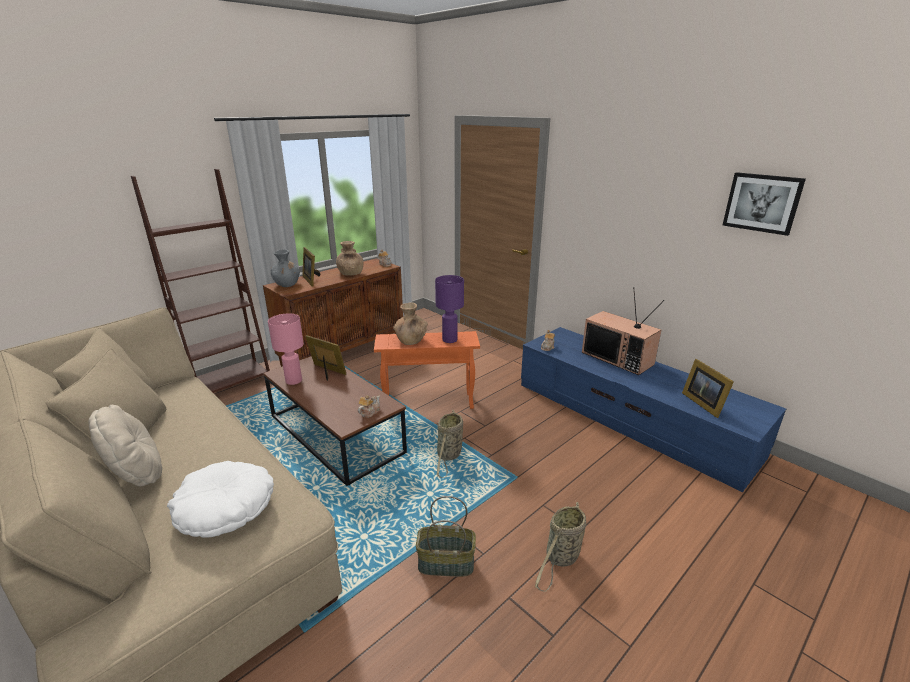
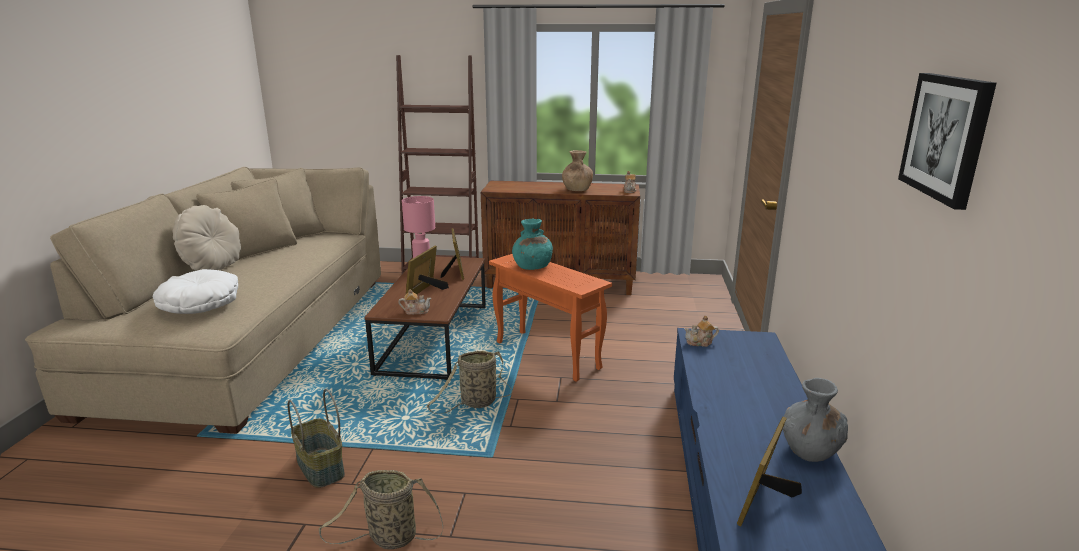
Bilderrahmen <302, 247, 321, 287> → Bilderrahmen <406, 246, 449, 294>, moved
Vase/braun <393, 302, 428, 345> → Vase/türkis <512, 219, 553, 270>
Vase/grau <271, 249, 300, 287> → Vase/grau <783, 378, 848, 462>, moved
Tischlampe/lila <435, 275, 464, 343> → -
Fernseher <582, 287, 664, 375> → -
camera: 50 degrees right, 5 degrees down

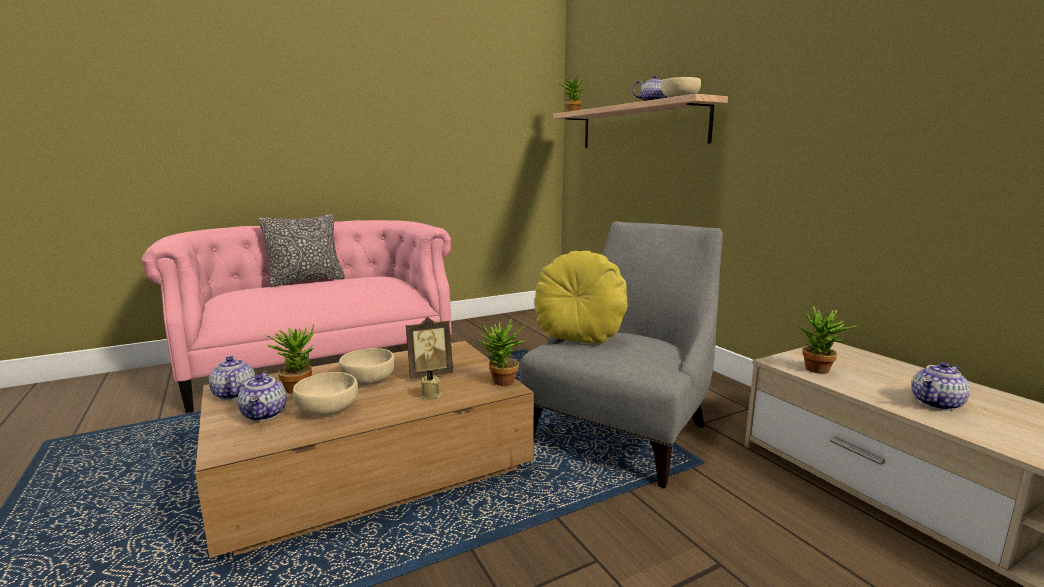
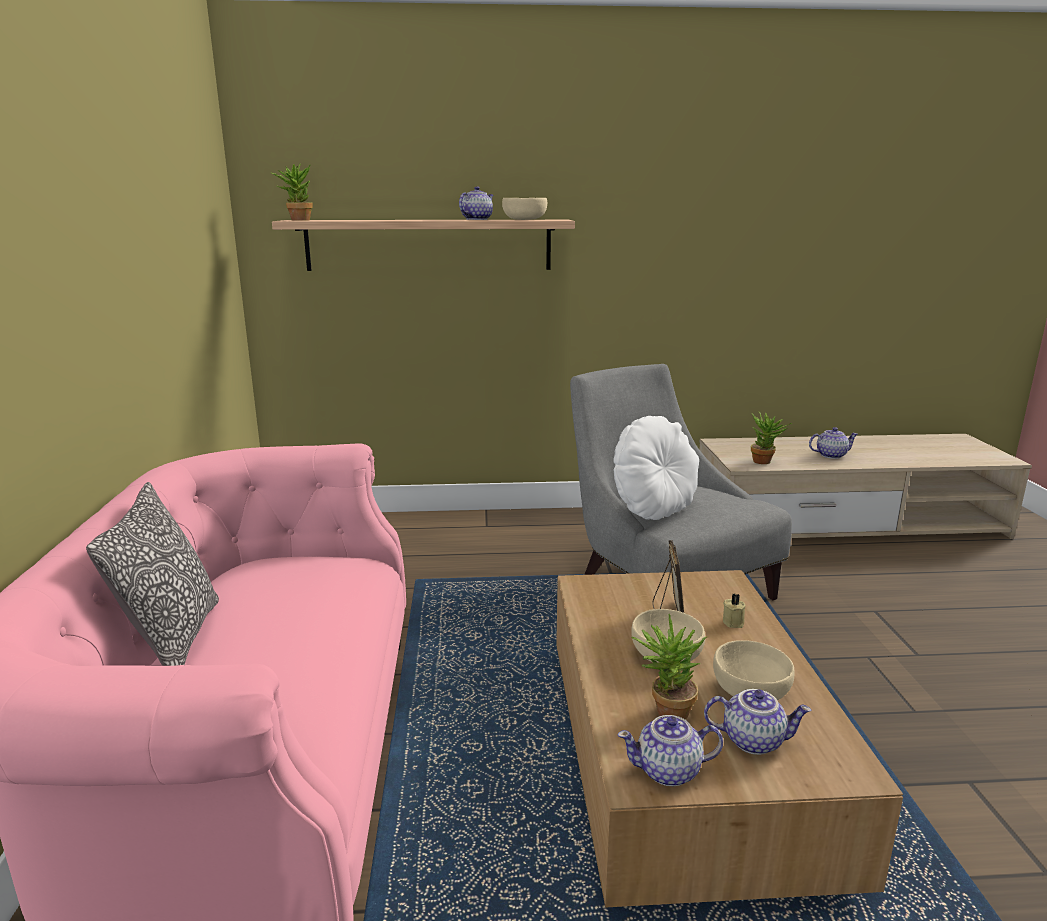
Kissen/gelb <535, 251, 628, 344> → Kissen/weiß <613, 416, 699, 520>
Teekanne <912, 362, 970, 411> → Teekanne <809, 427, 858, 459>, 90 degrees counterclockwise
Topfpflanze <479, 319, 526, 386> → -
camera: 65 degrees left, 5 degrees up

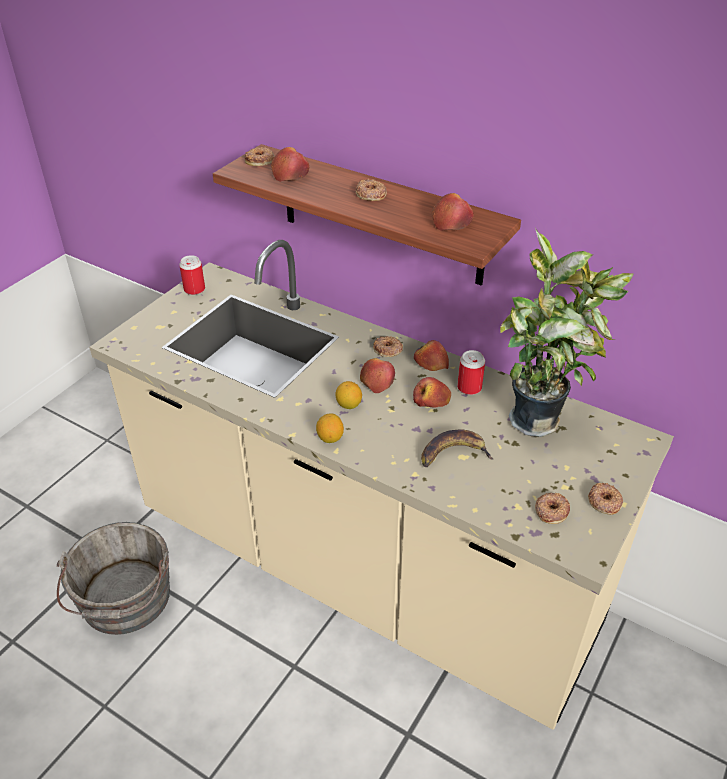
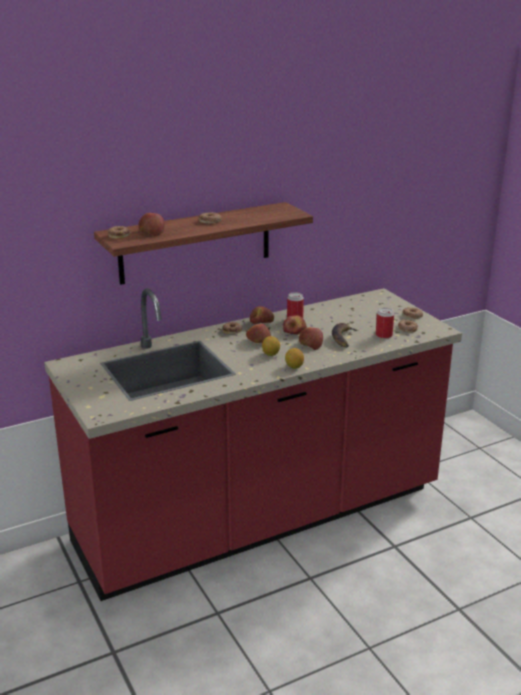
Küchenzeile/beige <89, 240, 674, 730> → Küchenzeile/rot <44, 288, 462, 601>
Apfel <432, 193, 474, 231> → Apfel <299, 327, 323, 350>, moved
Dose <179, 255, 205, 295> → Dose <376, 308, 394, 339>, moved
Eimer/grau <57, 522, 170, 635> → -
Topfpflanze <500, 228, 633, 437> → -
camera: 60 degrees left, 15 degrees down

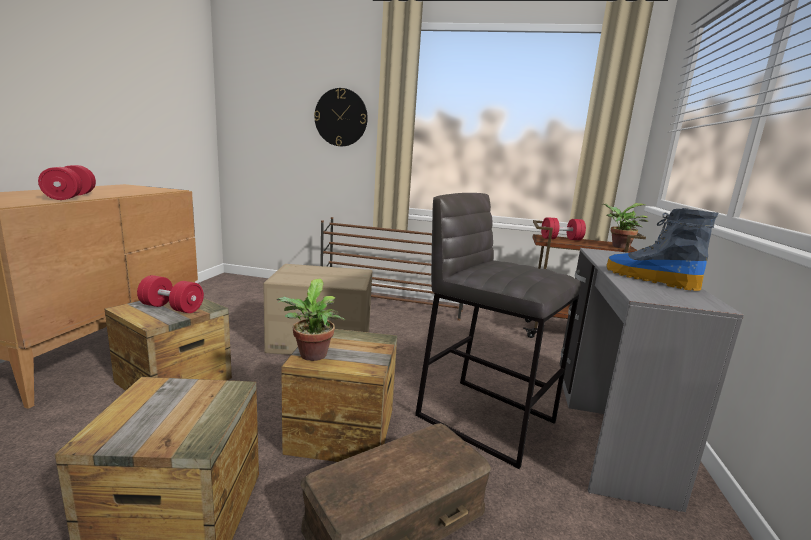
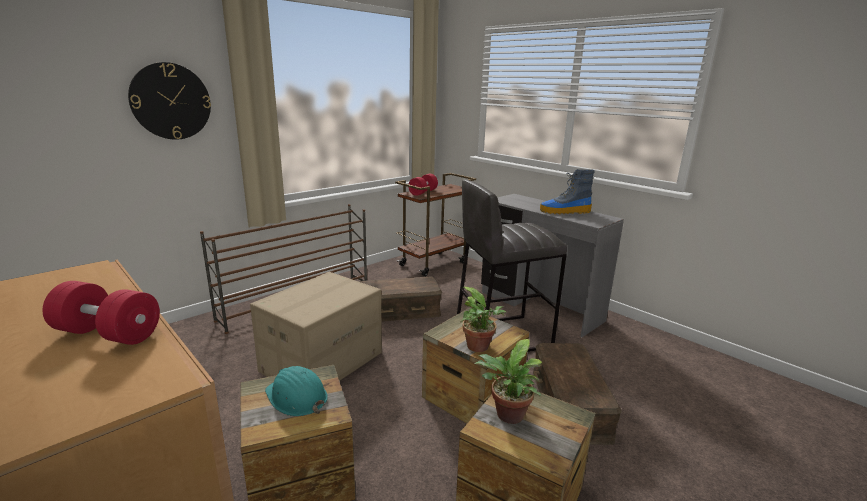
Hantel/rot <137, 275, 204, 313> → Schutzhelm/türkis <265, 366, 328, 417>
- → Aufbewahrungsbox/braun <360, 277, 442, 322>
Topfpflanze <602, 203, 648, 249> → Topfpflanze <475, 339, 542, 424>, moved
camera: 55 degrees left, 5 degrees up

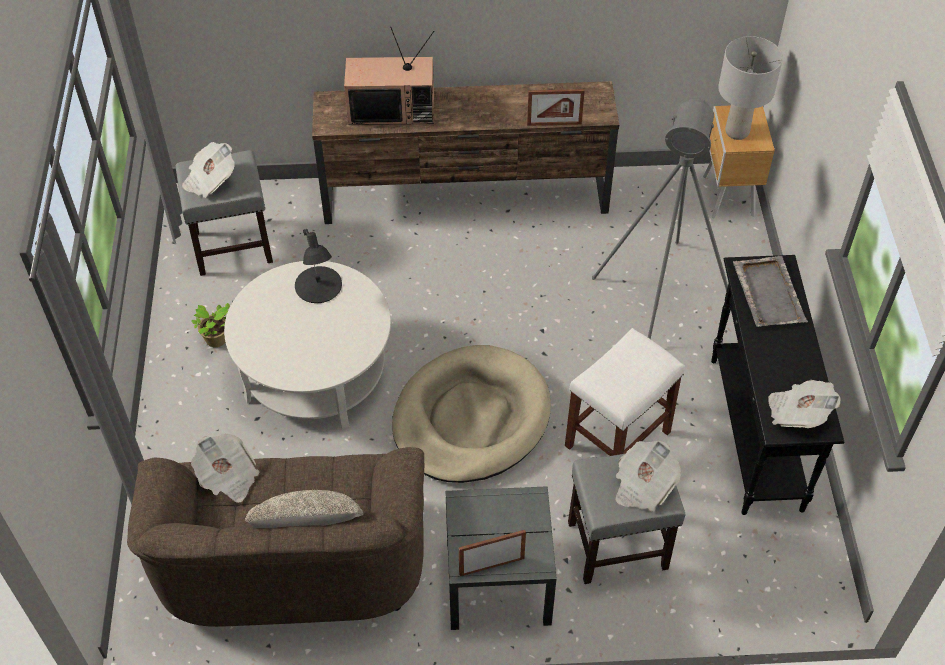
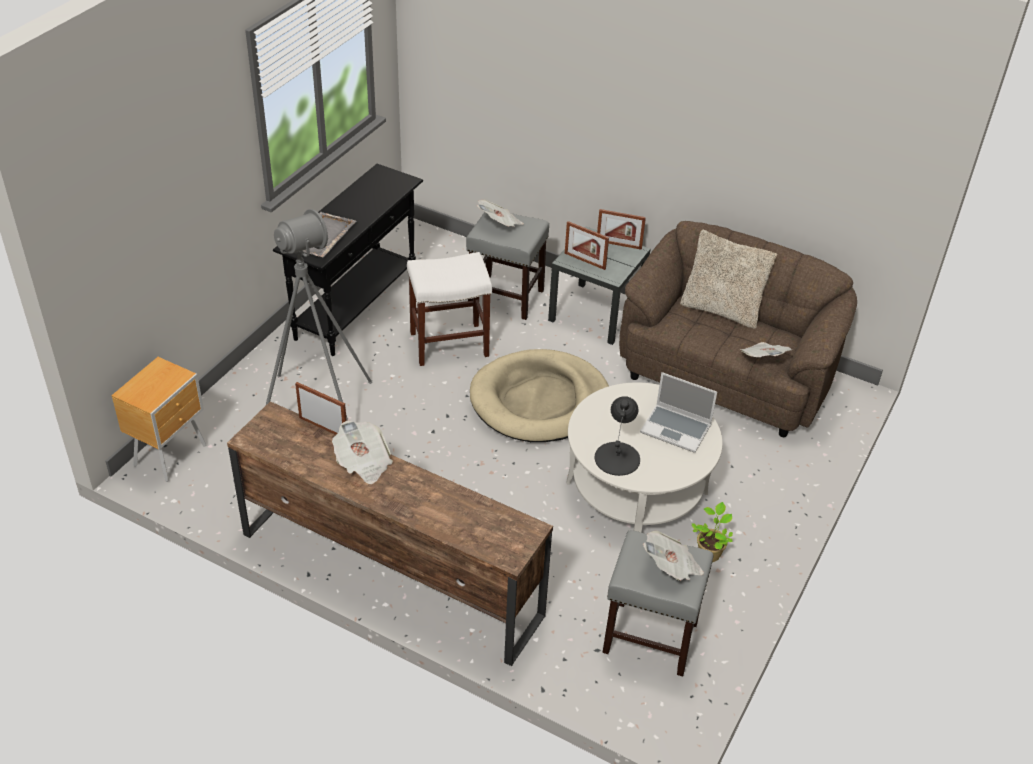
Zeitung <768, 380, 841, 428> → Zeitung <332, 420, 393, 484>, moved
- → Bilderrahmen <565, 221, 609, 270>
- → Laptop <640, 372, 717, 453>
Fernseher <344, 27, 435, 125> → -
Tischlampe/grau <718, 36, 783, 140> → -
camera: 150 degrees left, 10 degrees down

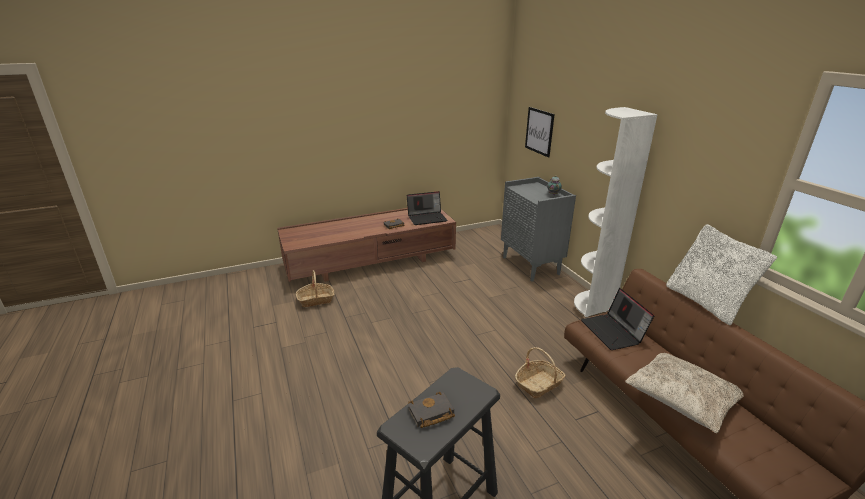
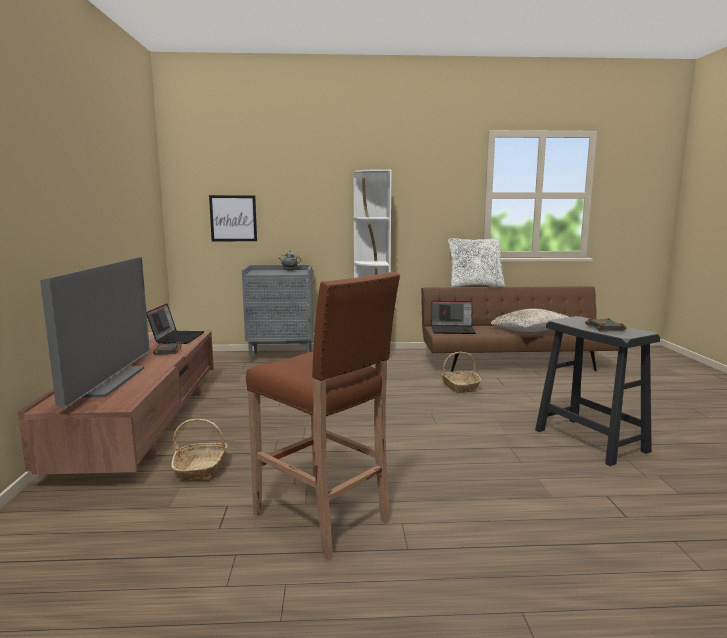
- → Fernseher <40, 257, 150, 408>
- → Hocker/braun <246, 272, 400, 561>
camera: 70 degrees left, 15 degrees down

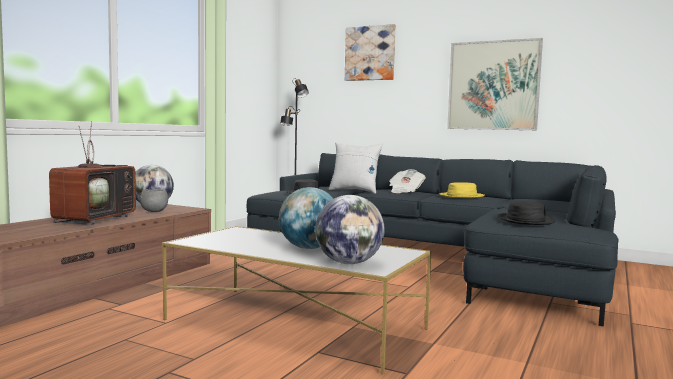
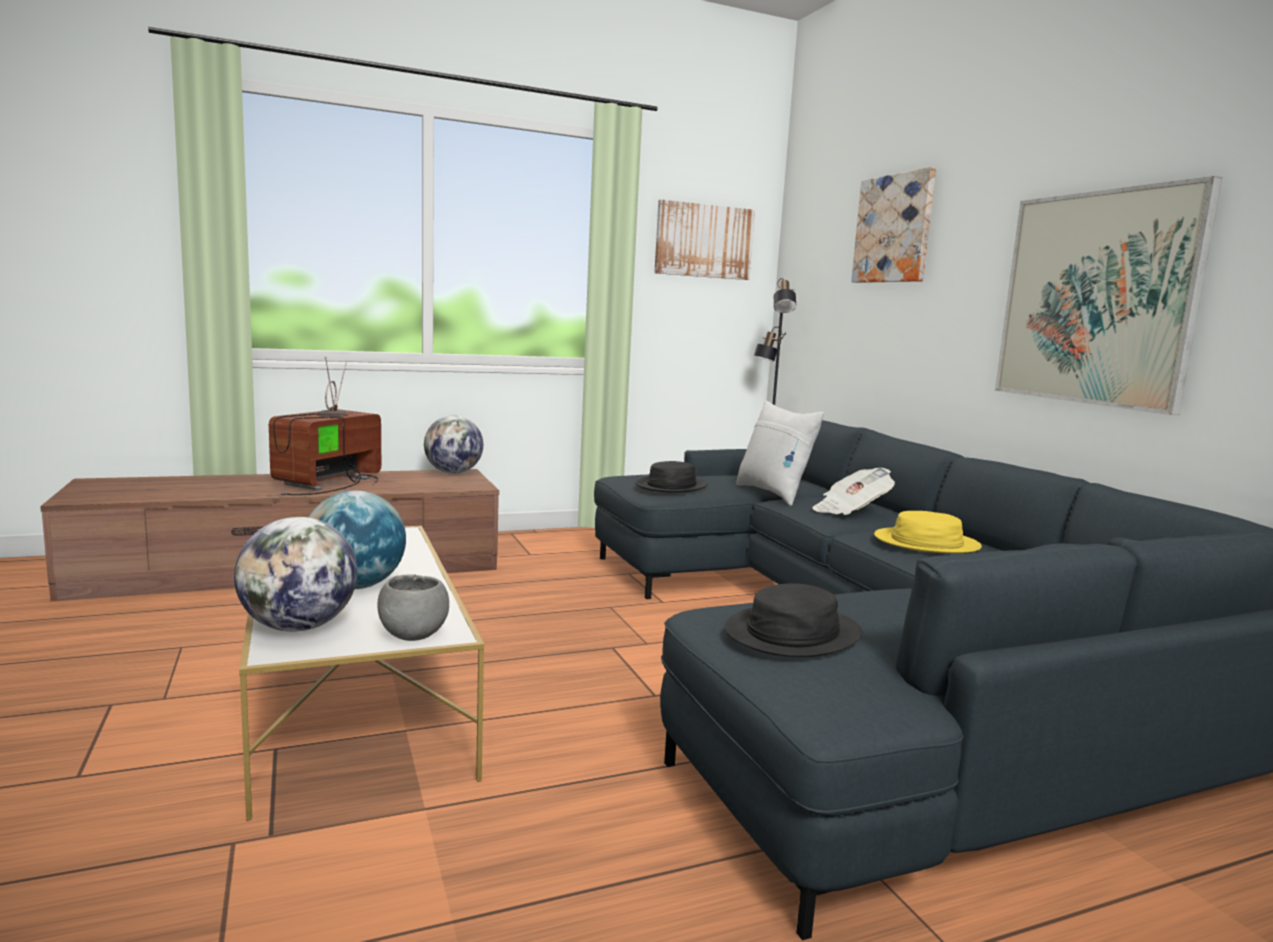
Fernseher <49, 121, 136, 225> → Fernseher <269, 357, 381, 495>, 150 degrees clockwise
Schüssel/grau <140, 189, 168, 212> → Schüssel/grau <377, 574, 449, 641>, moved
- → Bild <654, 200, 755, 280>
camera: 40 degrees right, 5 degrees up

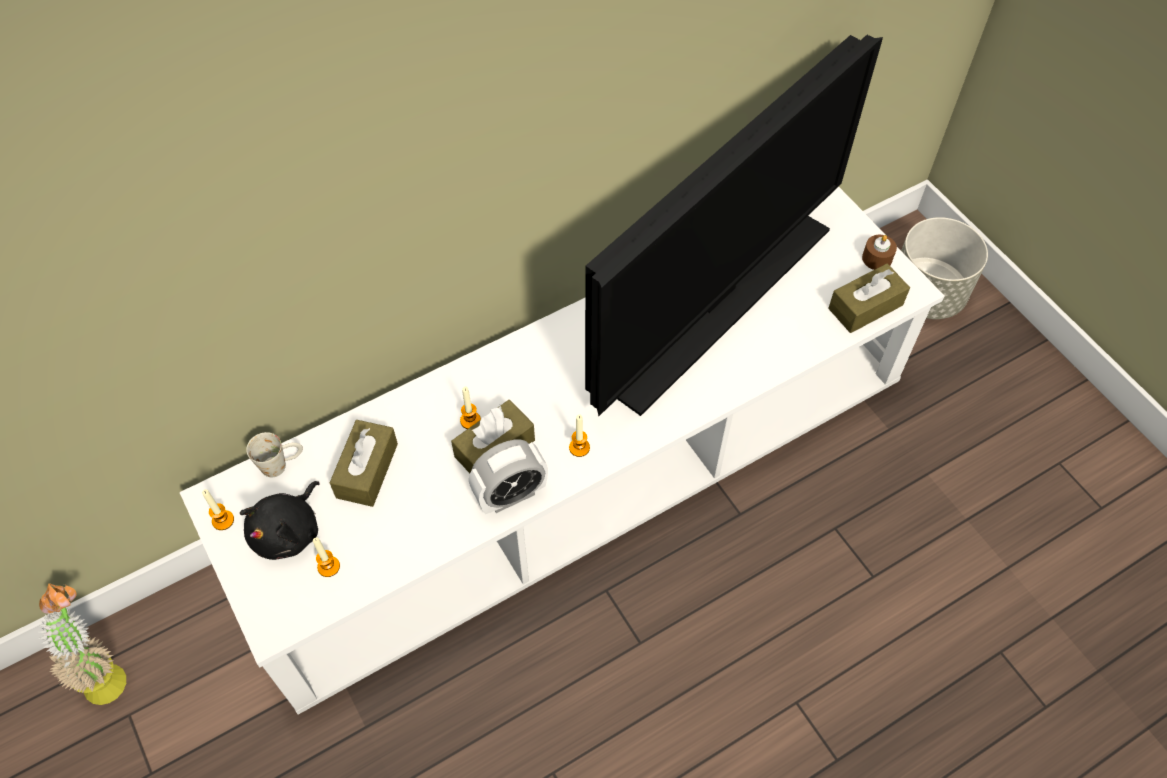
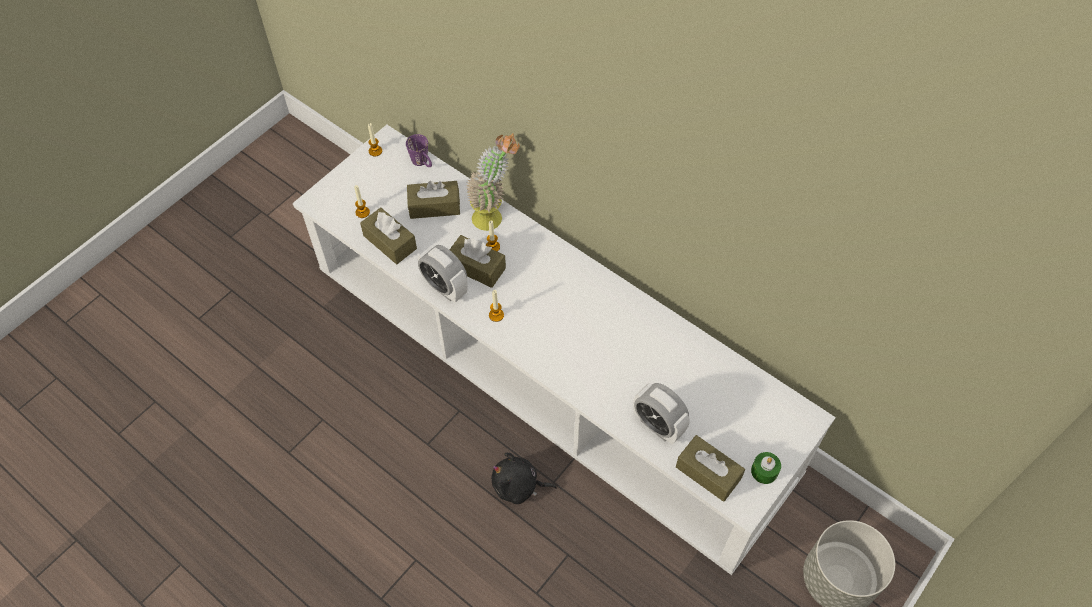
- → Taschentuchbox/braun <360, 207, 417, 264>
Henkelbecher/weiß <246, 432, 303, 477> → Henkelbecher/lila <406, 134, 432, 167>
Topfpflanze <38, 583, 126, 705> → Topfpflanze <466, 133, 520, 231>, moved
Plüschtier/schwarz <240, 481, 320, 560> → Plüschtier/schwarz <491, 453, 557, 504>, moved
- → Wecker <633, 383, 689, 445>
Kerze/braun <862, 235, 897, 270> → Kerze/grün <751, 452, 781, 484>
Fernseher <585, 35, 883, 416> → -
camera: 70 degrees right, 0 degrees up

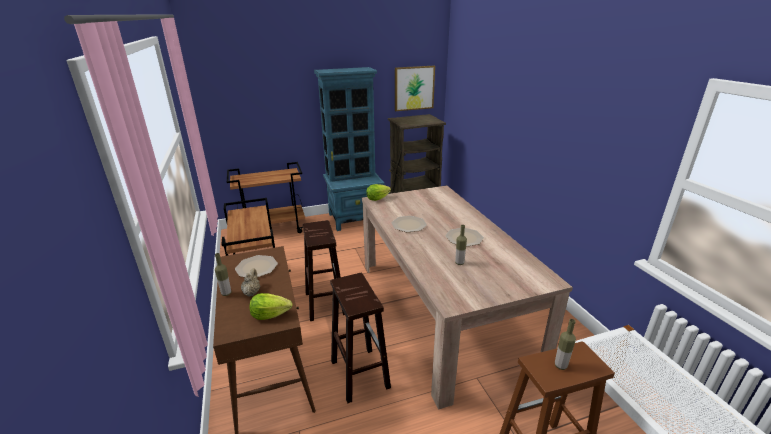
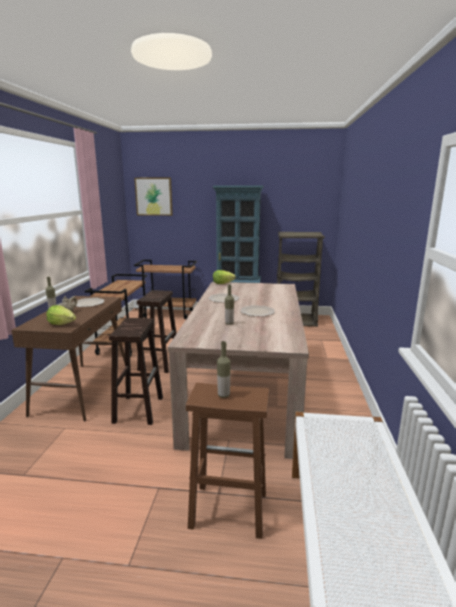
Bild <395, 66, 435, 111> → Bild <134, 178, 173, 216>, moved
camera: 25 degrees right, 10 degrees down

